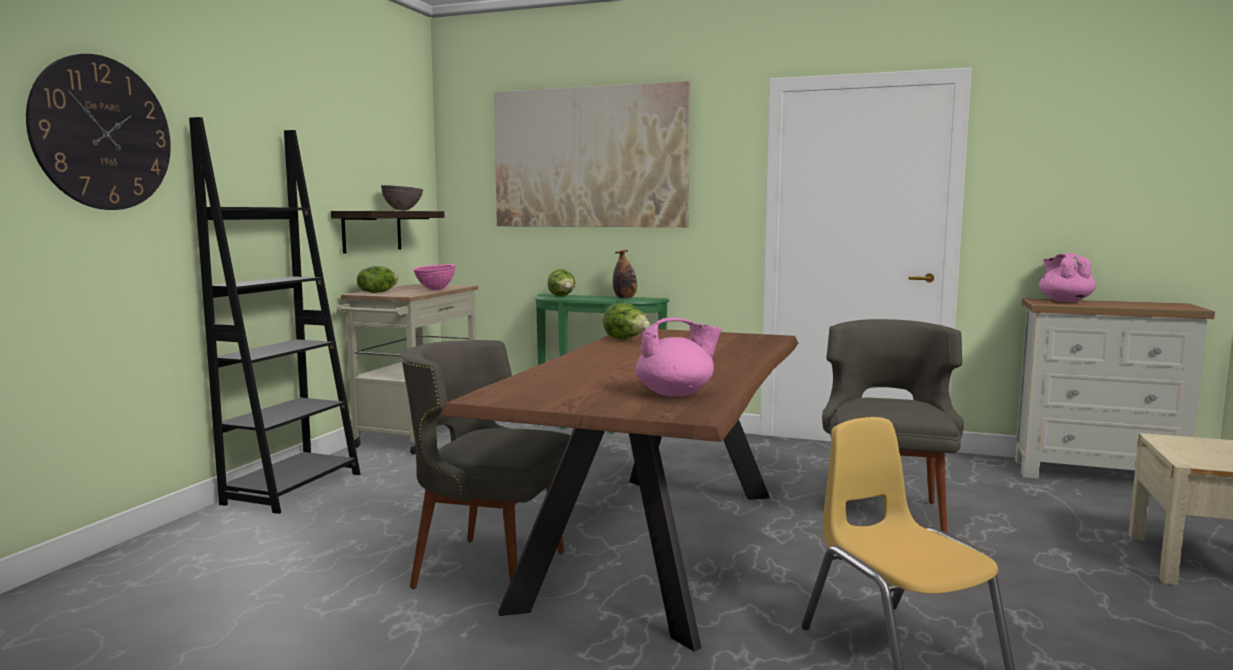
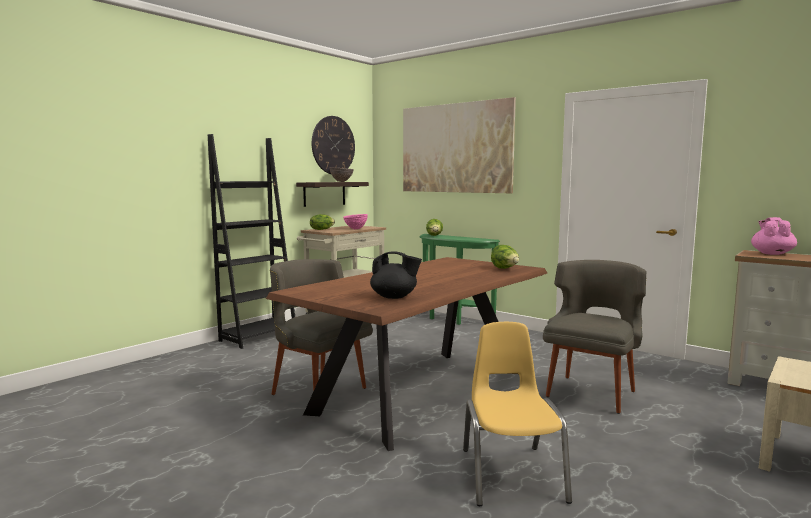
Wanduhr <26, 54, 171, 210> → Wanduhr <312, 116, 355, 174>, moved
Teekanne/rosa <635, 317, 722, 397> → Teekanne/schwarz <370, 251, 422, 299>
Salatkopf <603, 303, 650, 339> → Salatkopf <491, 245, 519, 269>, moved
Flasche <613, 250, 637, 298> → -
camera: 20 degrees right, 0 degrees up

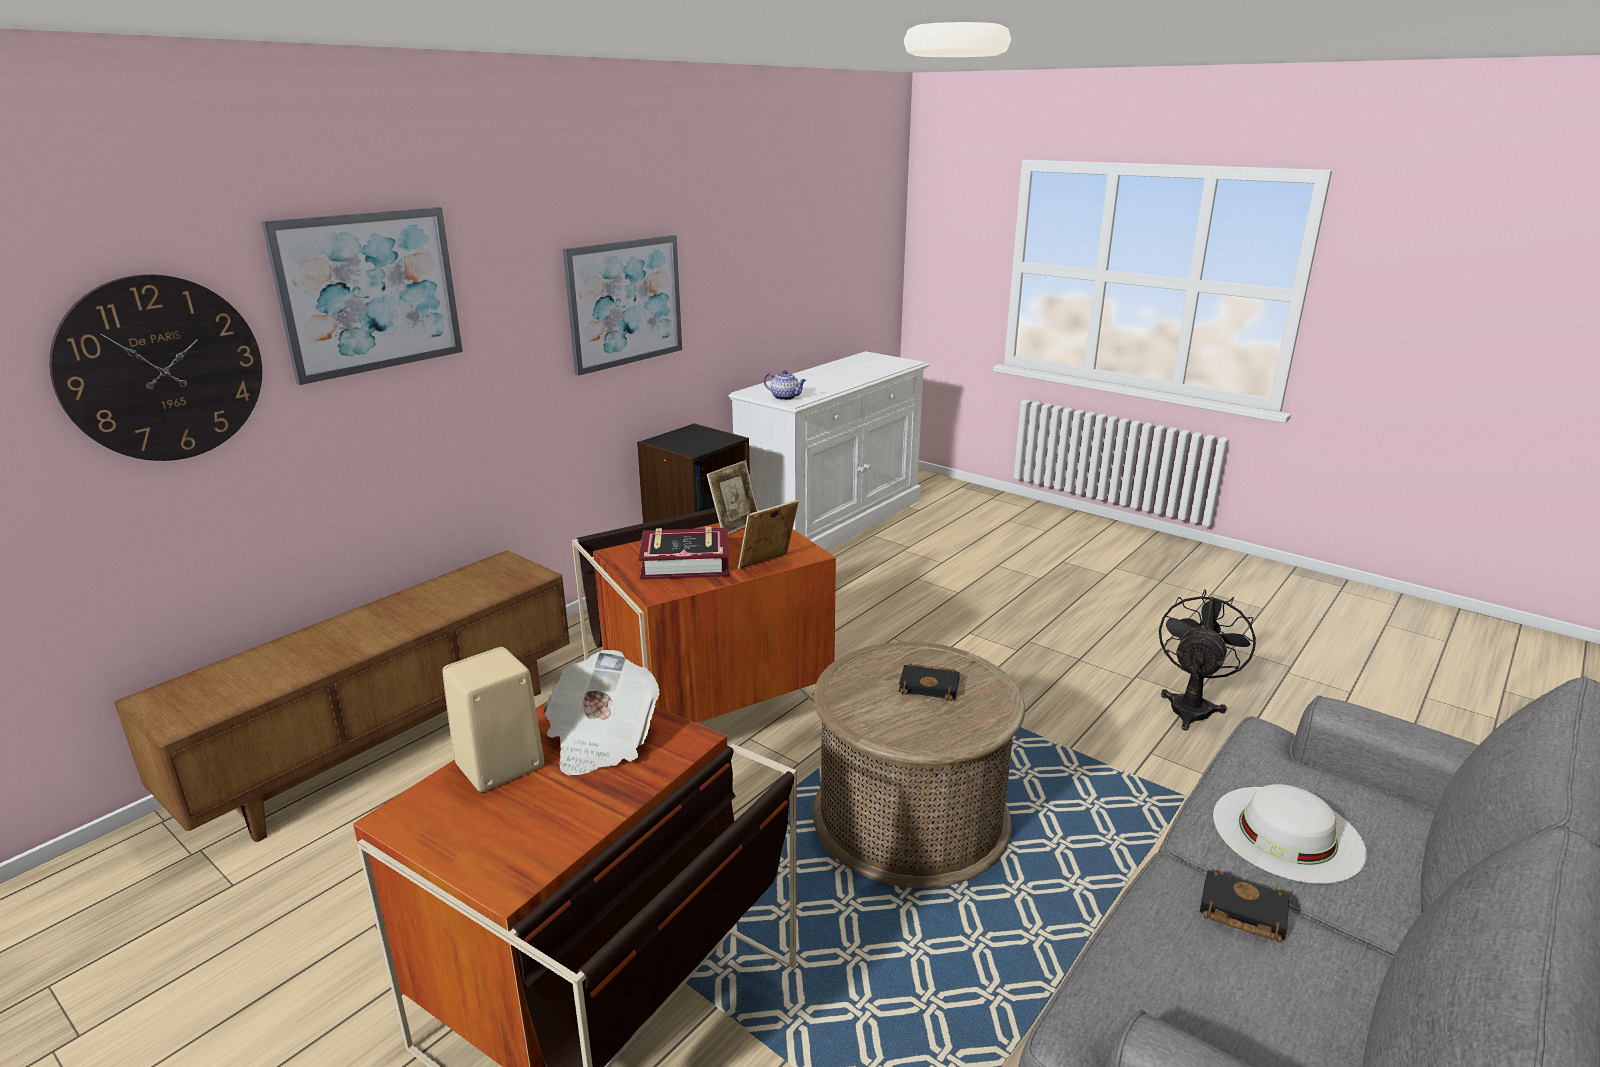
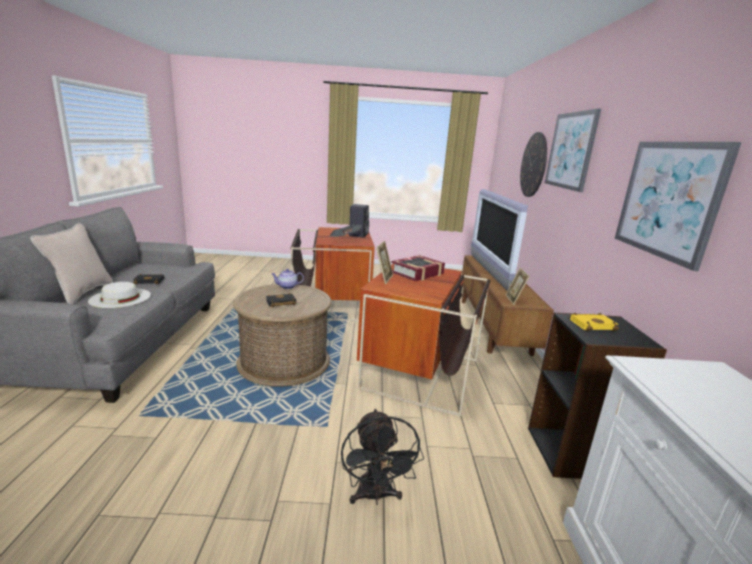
- → Kissen/beige <30, 223, 113, 304>
Teekanne <764, 370, 806, 400> → Teekanne <272, 269, 304, 289>, moved
Ventilator/schwarz <1159, 589, 1256, 731> → Ventilator/schwarz <341, 409, 424, 505>, moved
Lautsprecher/beige <442, 647, 544, 792> → Lautsprecher/schwarz <349, 204, 369, 238>
- → Fernseher <471, 189, 528, 291>
Bilderrahmen <707, 460, 758, 535> → Bilderrahmen <505, 268, 530, 305>, moved
- → Buch/gelb <570, 313, 619, 331>
camera: 140 degrees right, 5 degrees down

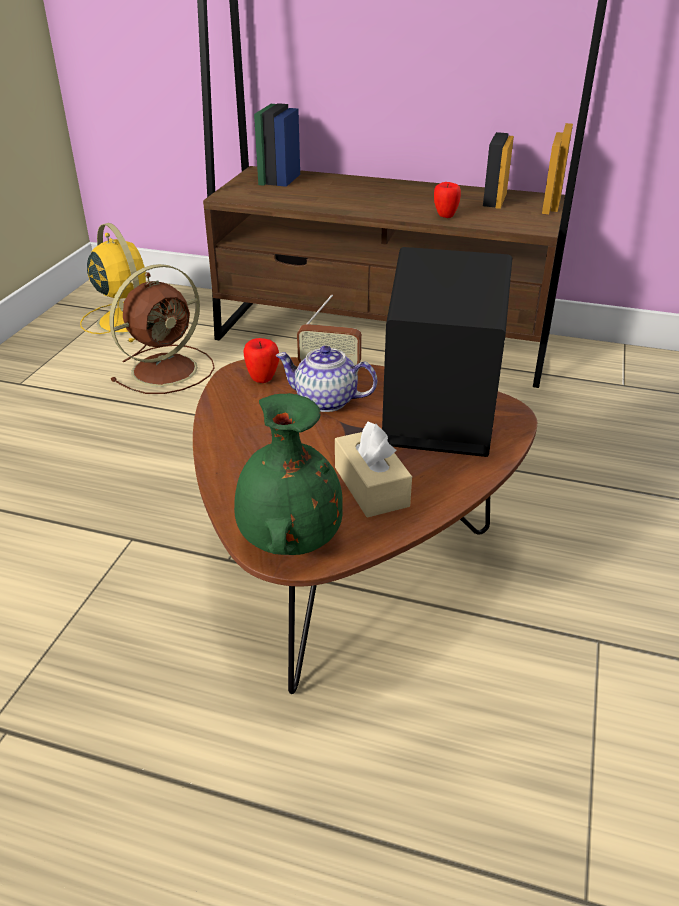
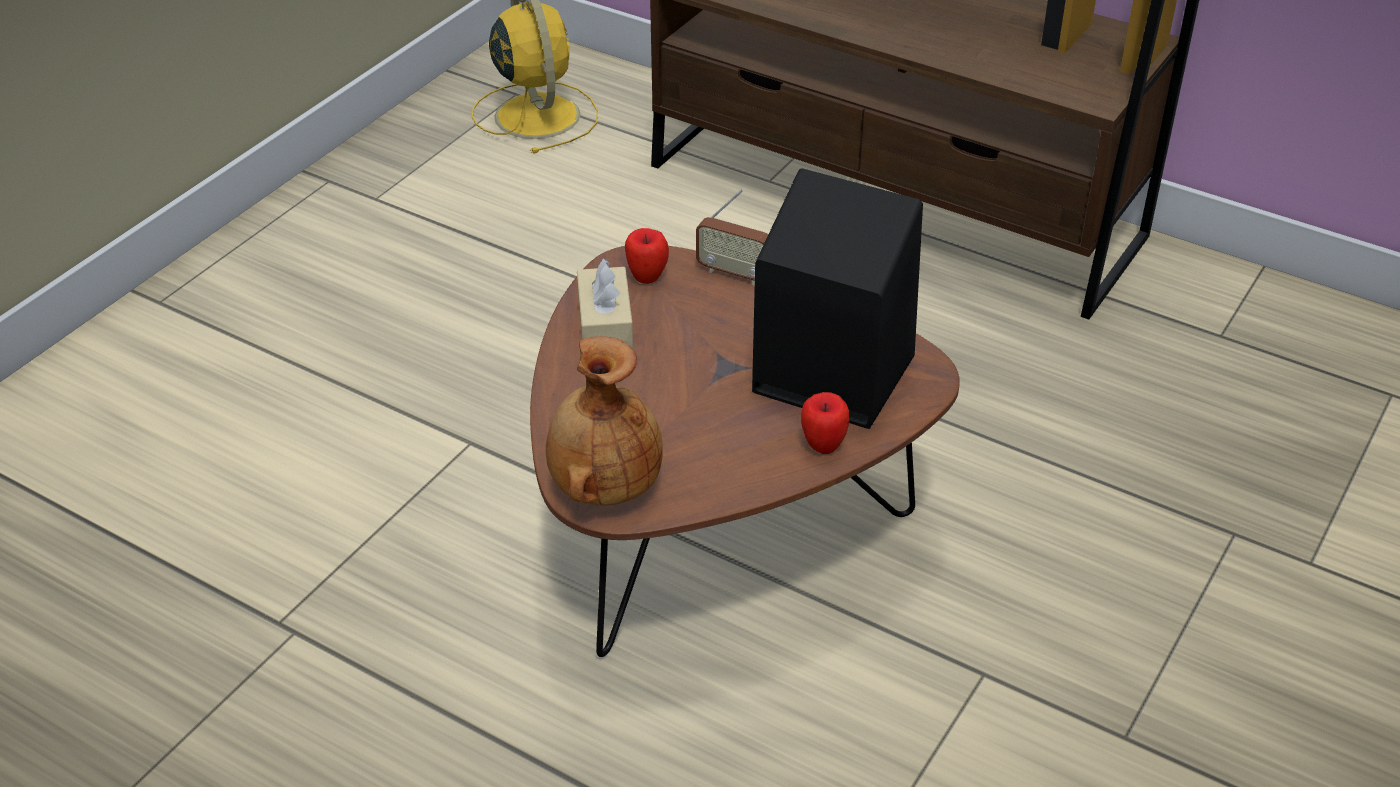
Vase/grün <234, 393, 343, 555> → Vase/braun <546, 336, 663, 506>
Taschentuchbox/beige <335, 421, 412, 518> → Taschentuchbox/beige <577, 259, 633, 349>, moved
Apfel <434, 182, 461, 218> → Apfel <801, 392, 849, 454>, moved
Ventilator/braun <110, 264, 215, 394> → -
Teekanne <275, 346, 377, 412> → -
camera: 15 degrees right, 5 degrees up

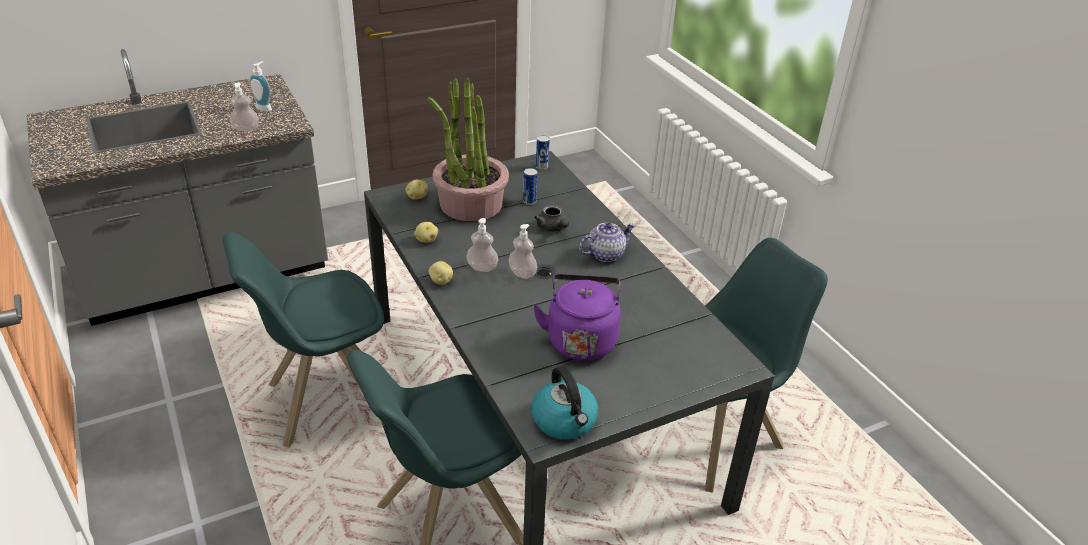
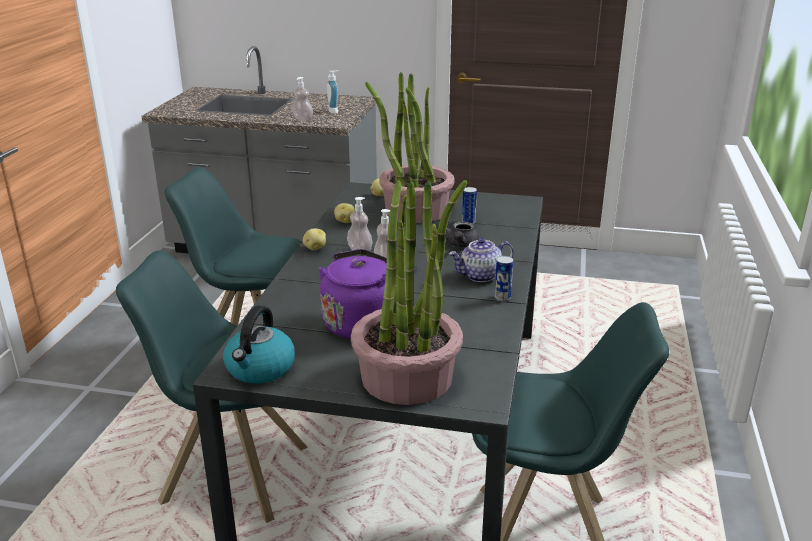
- → Topfpflanze <351, 180, 467, 405>
Teekanne <579, 223, 636, 262> → Teekanne <449, 238, 514, 282>, 150 degrees clockwise
Dose <536, 135, 550, 170> → Dose <494, 256, 514, 302>, moved
camera: 40 degrees right, 10 degrees down

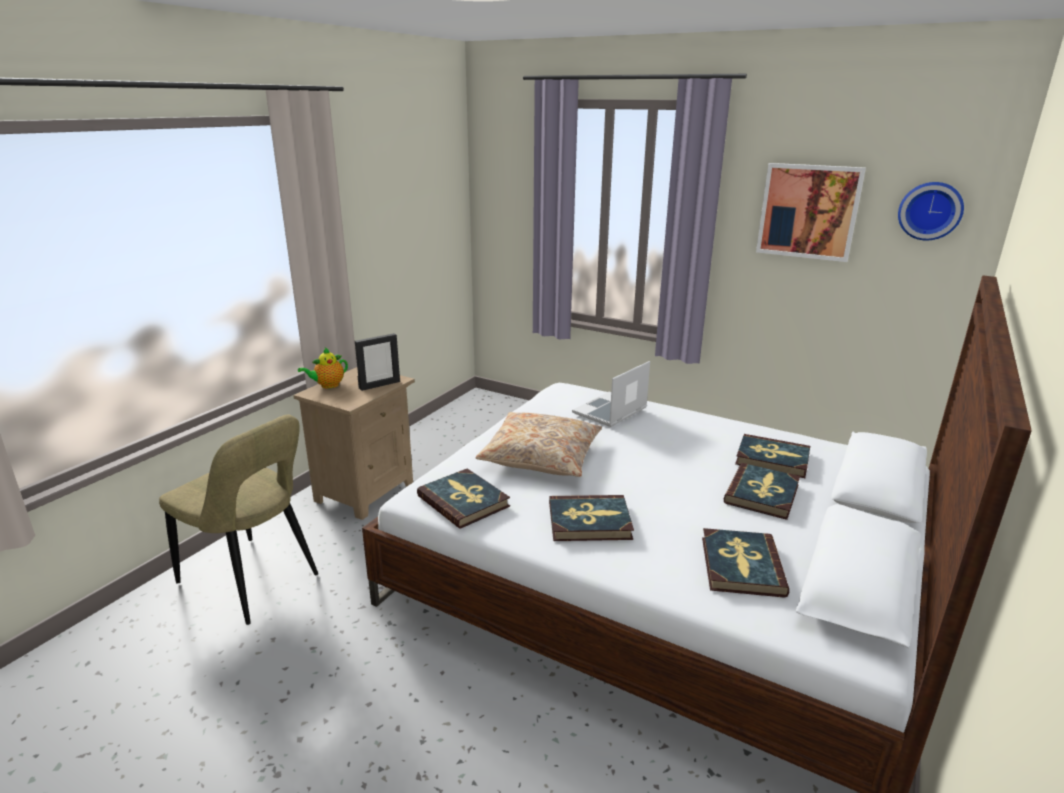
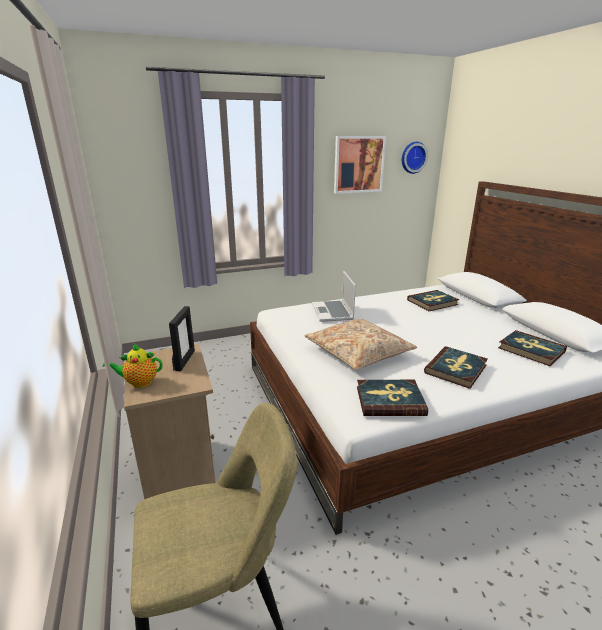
Teekanne <298, 348, 348, 389> → Teekanne <103, 344, 162, 388>, 75 degrees clockwise
Buch <723, 463, 800, 520> → -
camera: 50 degrees left, 0 degrees up

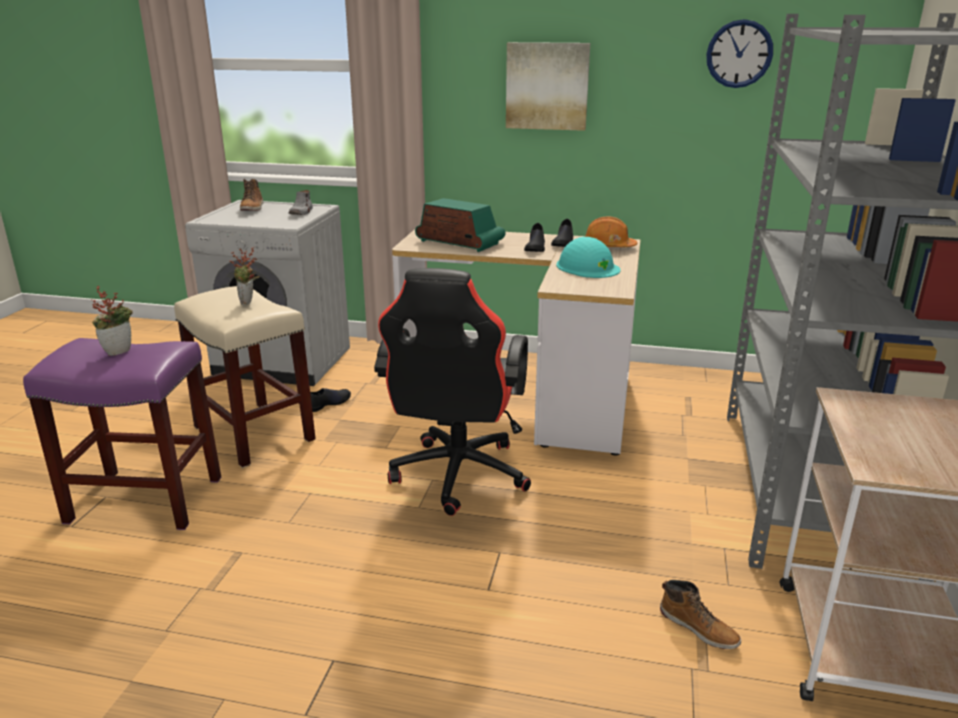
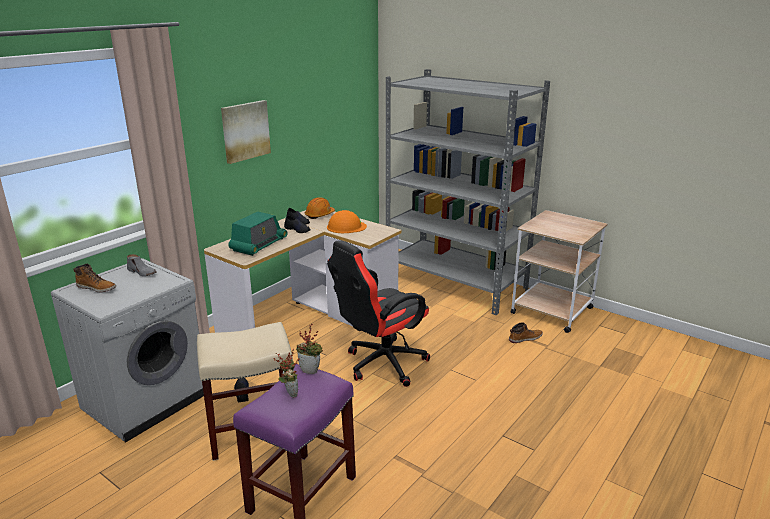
Radio <415, 198, 506, 252> → Radio <228, 212, 288, 256>, 150 degrees clockwise
Topfpflanze <230, 247, 260, 306> → Topfpflanze <296, 324, 323, 374>, moved
Schutzhelm/türkis <556, 237, 621, 278> → Schutzhelm/orange <327, 210, 367, 233>
Bürostuhl/schwarz <374, 268, 531, 516> → Bürostuhl/schwarz <327, 240, 430, 387>, 105 degrees clockwise
Wanduhr <706, 19, 773, 88> → -
camera: 65 degrees left, 0 degrees up

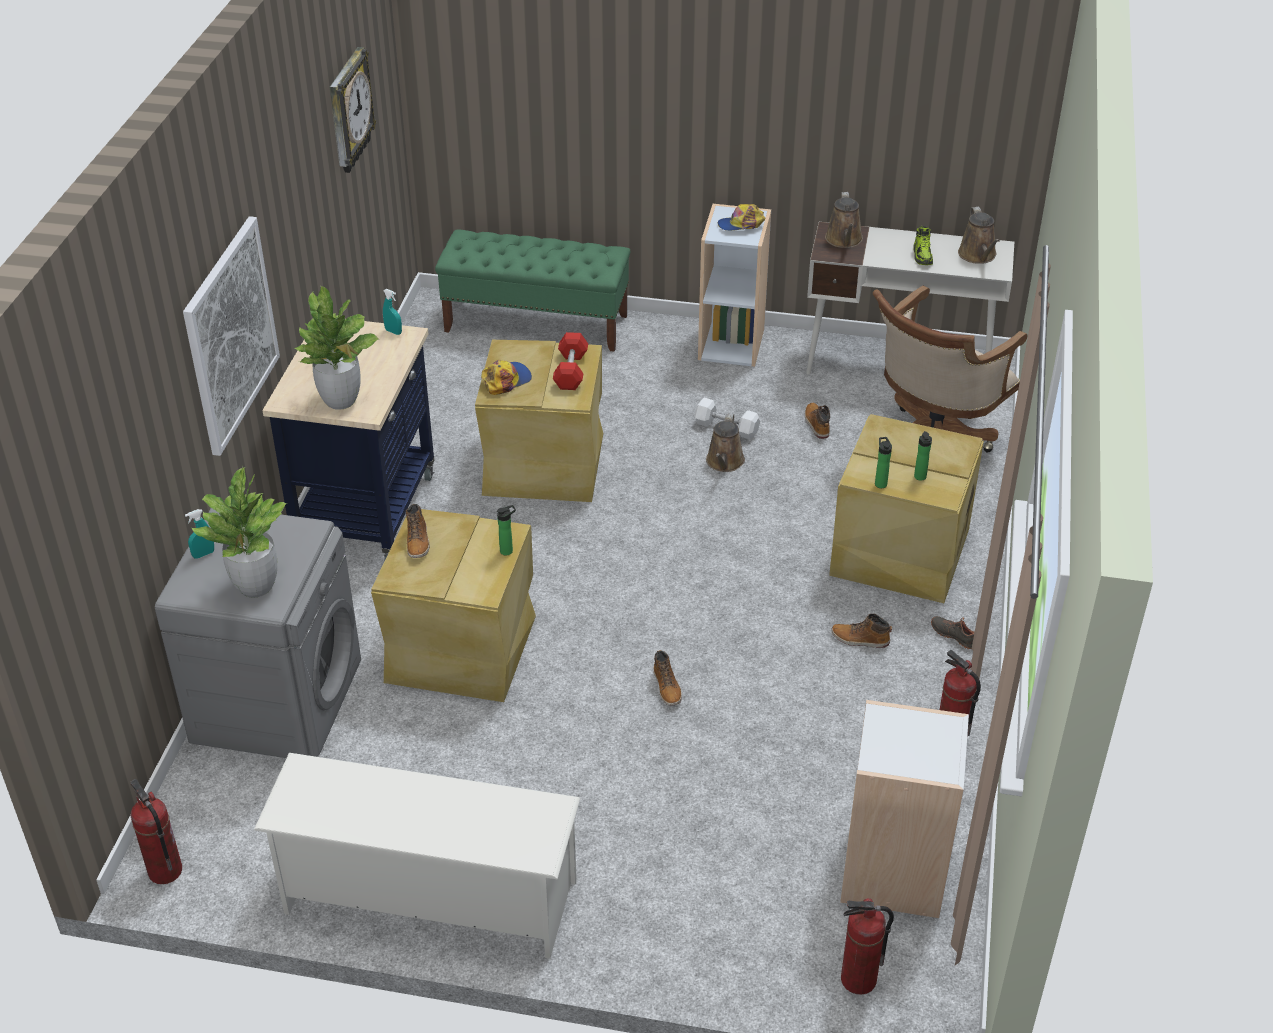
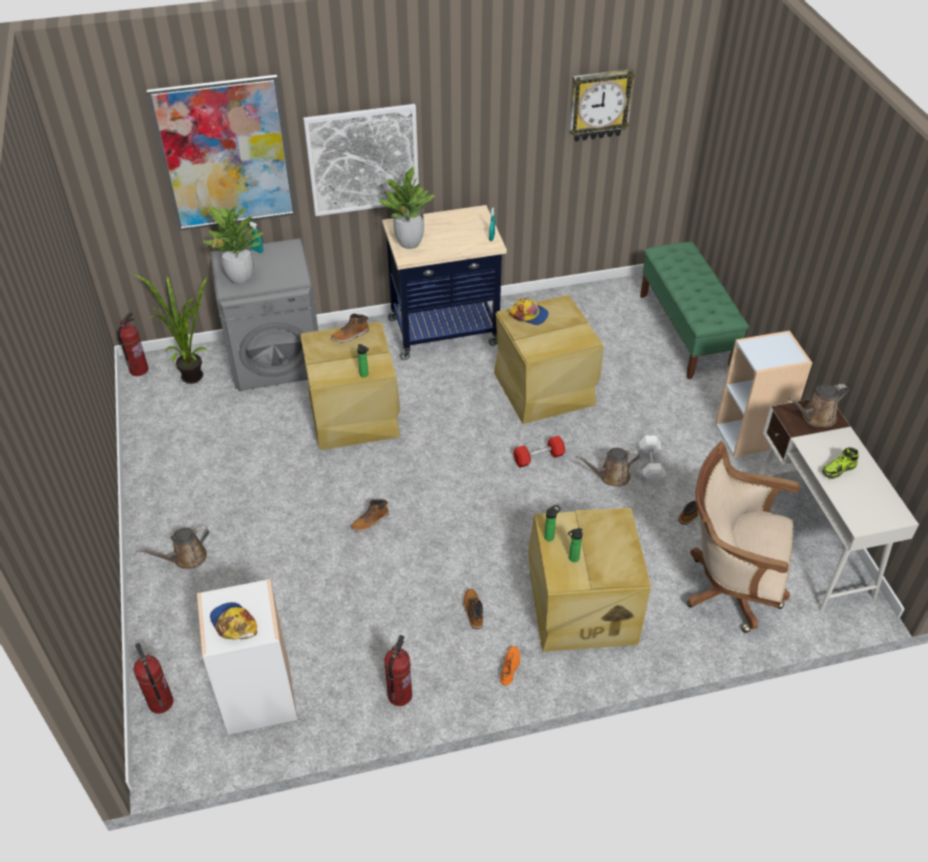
- → Topfpflanze <135, 275, 208, 384>
Gießkanne/braun <958, 207, 1000, 264> → Gießkanne/braun <137, 525, 209, 569>, moved
- → Bild <147, 75, 296, 231>
Kappe <718, 204, 765, 231> → Kappe <210, 602, 257, 639>, moved
Schuh/schwarz <931, 616, 975, 649> → Schuh/orange <500, 646, 520, 685>
Hantel/rot <553, 332, 588, 390> → Hantel/rot <513, 436, 565, 468>, moved
Schuhregal/weiß <254, 753, 580, 959> → -
camera: 65 degrees right, 5 degrees up

